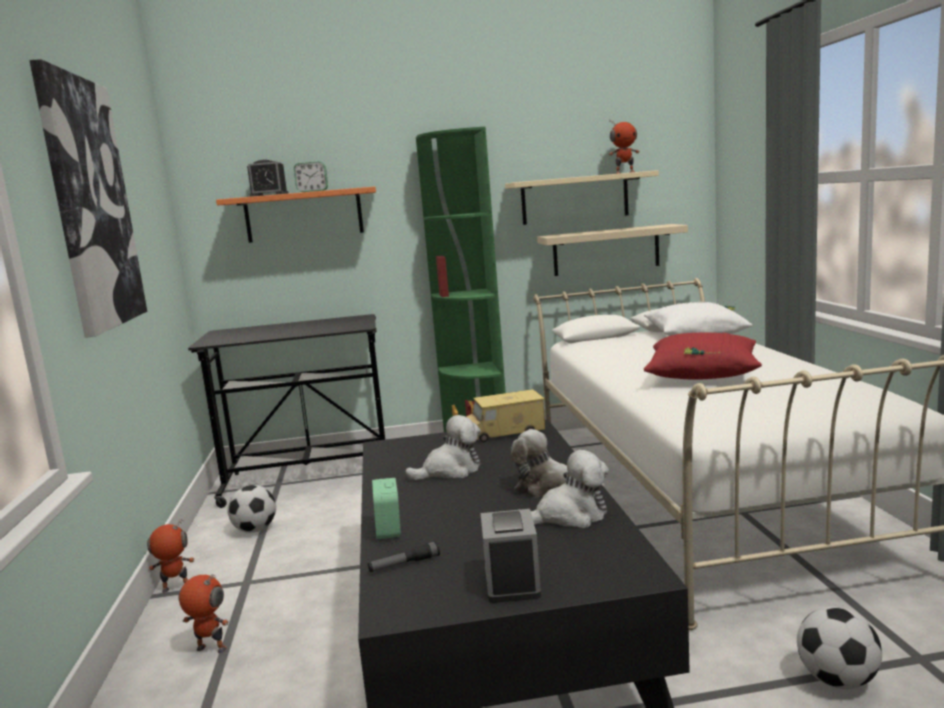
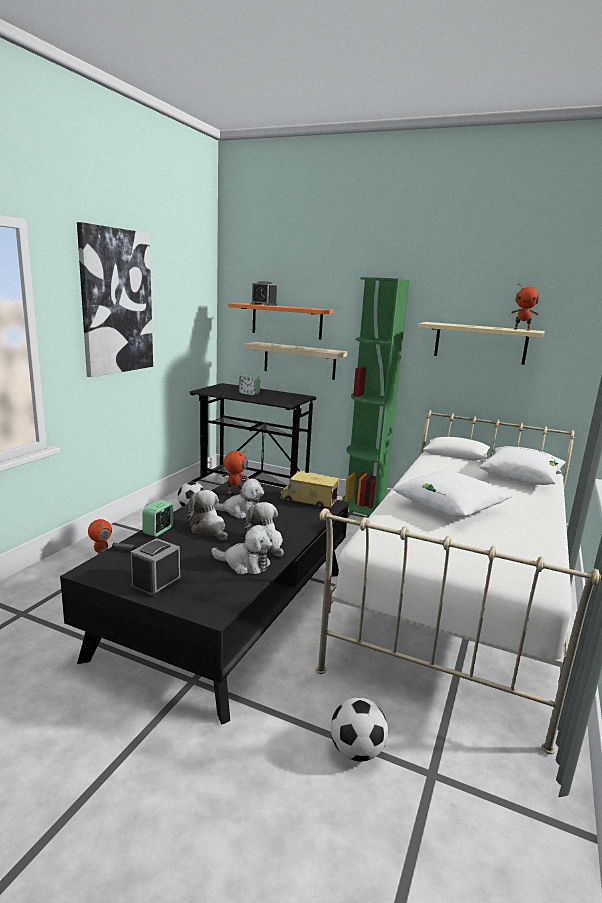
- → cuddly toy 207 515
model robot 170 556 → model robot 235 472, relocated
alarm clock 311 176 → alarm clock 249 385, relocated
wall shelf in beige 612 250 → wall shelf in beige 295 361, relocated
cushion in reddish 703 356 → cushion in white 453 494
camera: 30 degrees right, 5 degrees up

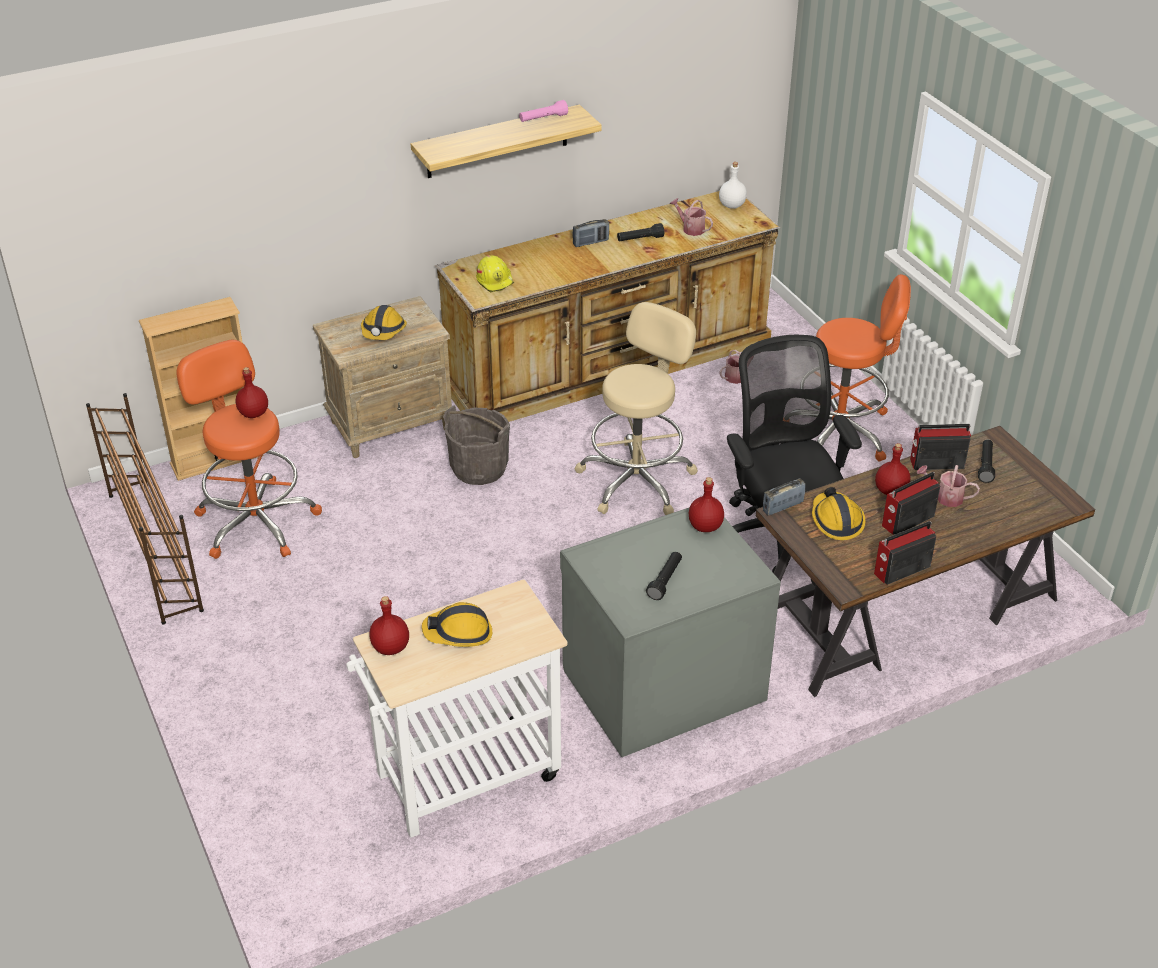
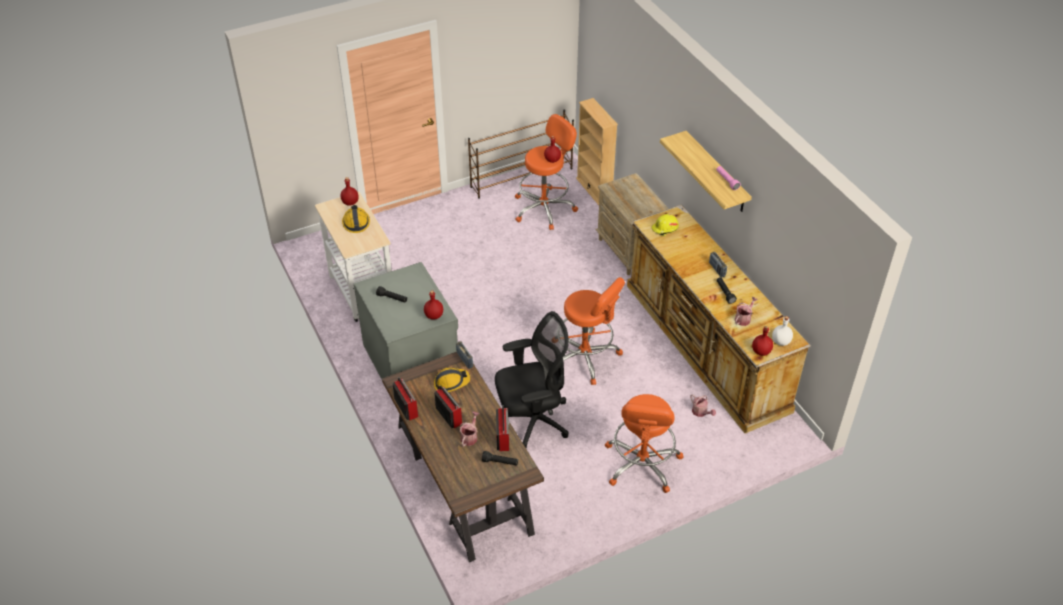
stool seat in beige 636 408 → stool seat in orange 594 331
beverage bottle in reddish 892 469 → beverage bottle in reddish 762 341, relocated
work helmet 384 322 → -
water bucket in greyish 476 445 → -
camera: 90 degrees right, 5 degrees up

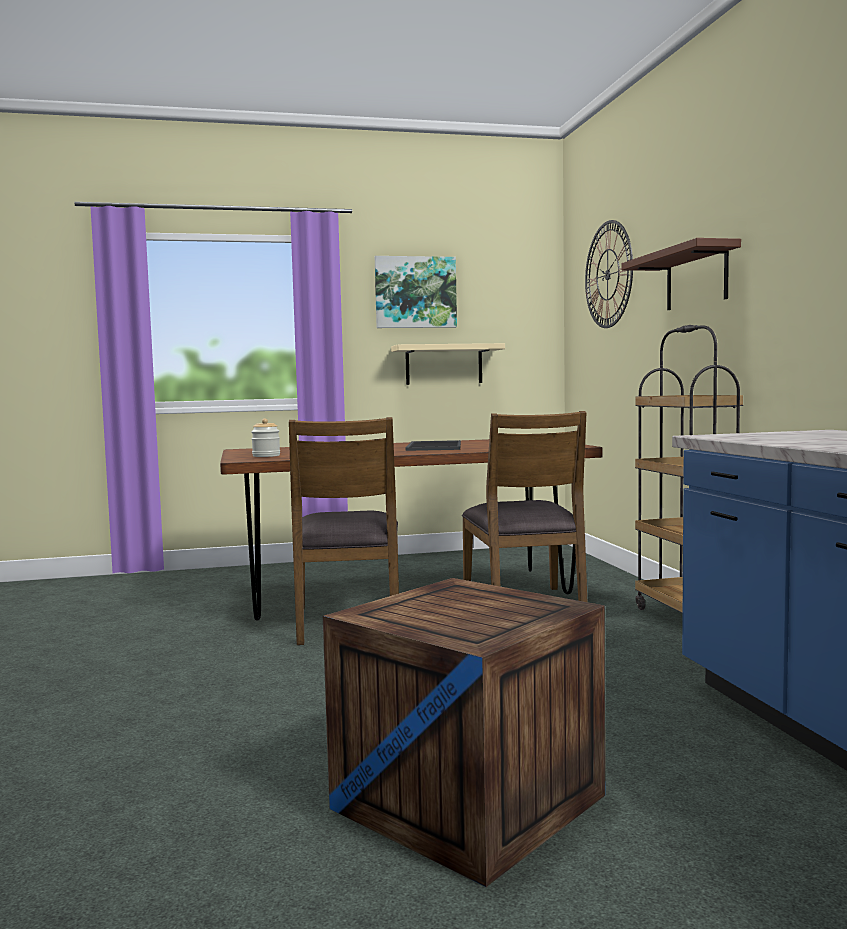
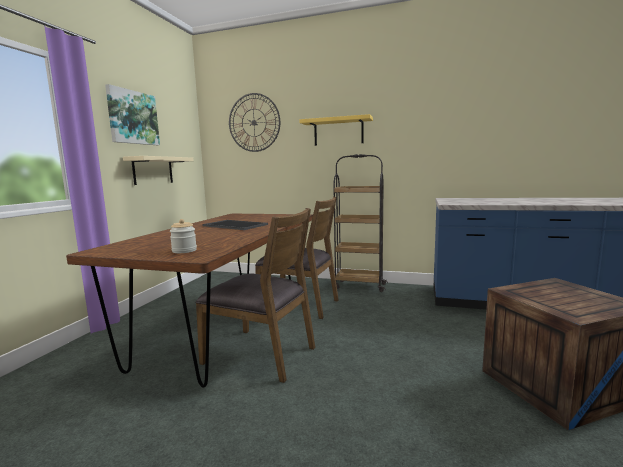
wall shelf in brownish 681 274 → wall shelf in yellowish 336 130
camera: 60 degrees left, 5 degrees up

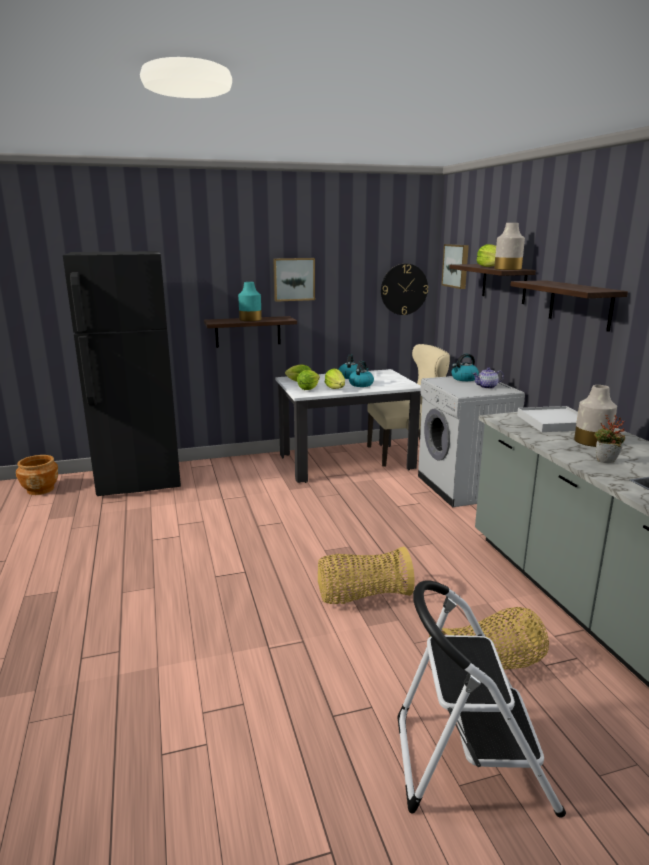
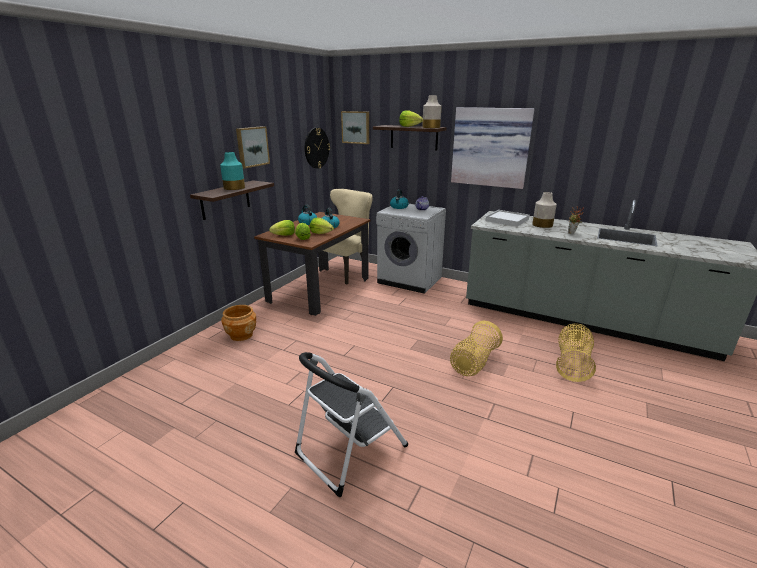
plant pot in brownish 37 475 → plant pot in brownish 238 323, relocated
kitchen table in white 348 426 → kitchen table in brownish 312 264
step ladder 481 699 → step ladder 351 424, relocated
wall shelf 569 306 → picture 493 148
refrigerator in black-coloured 122 373 → -
camera: 45 degrees left, 5 degrees up

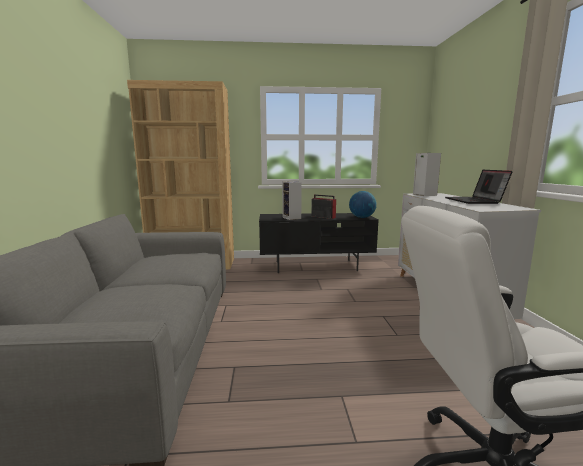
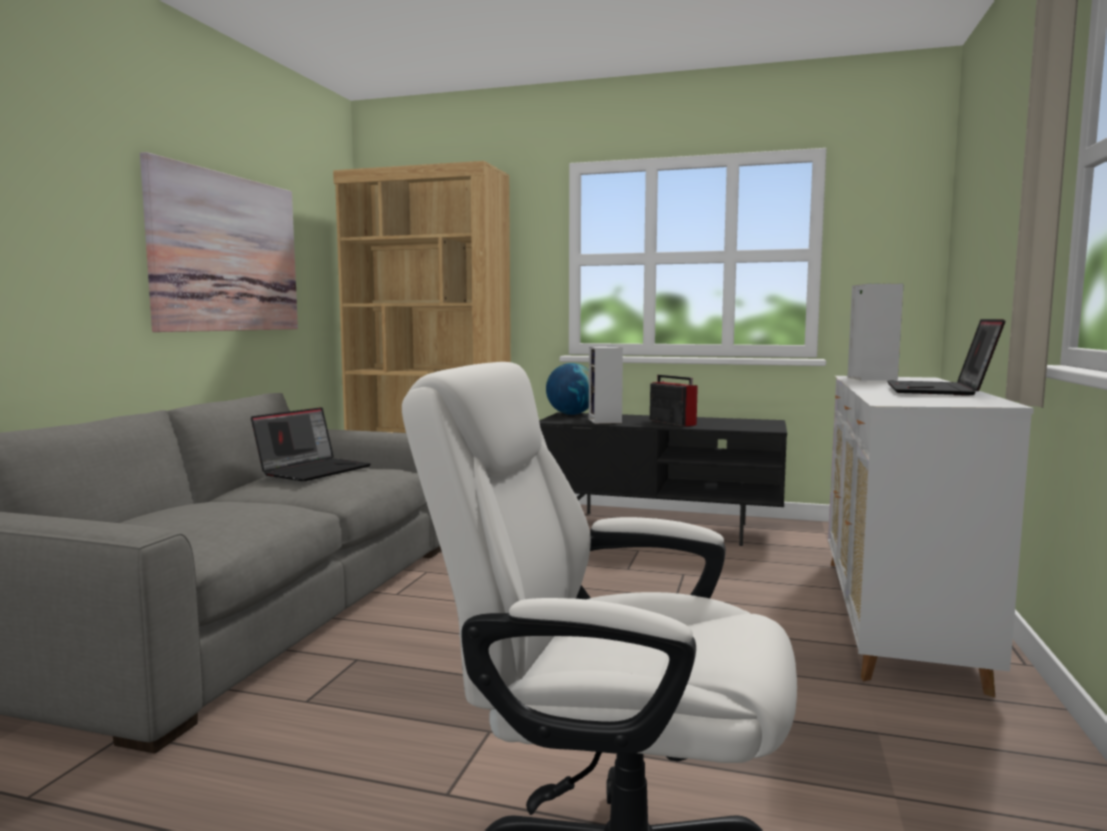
- → picture 219 242
- → notebook computer 311 444
globe 363 204 → globe 567 389, relocated
camera: 20 degrees right, 5 degrees down

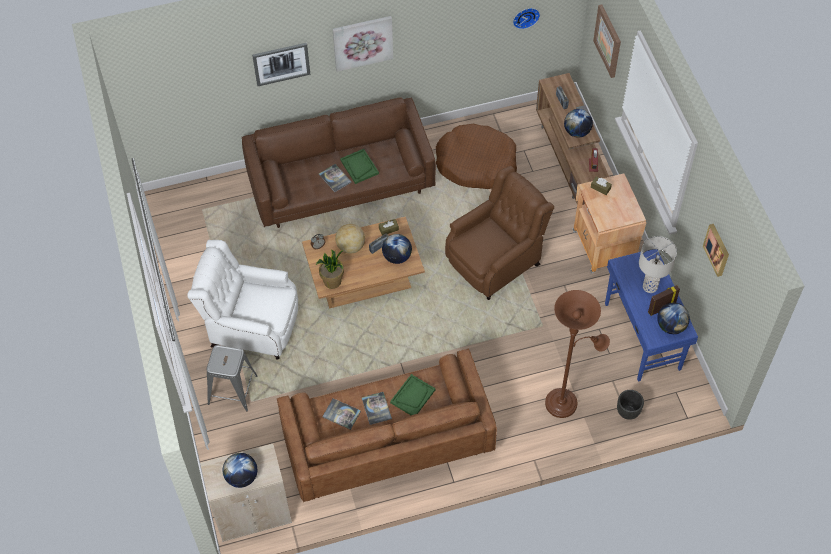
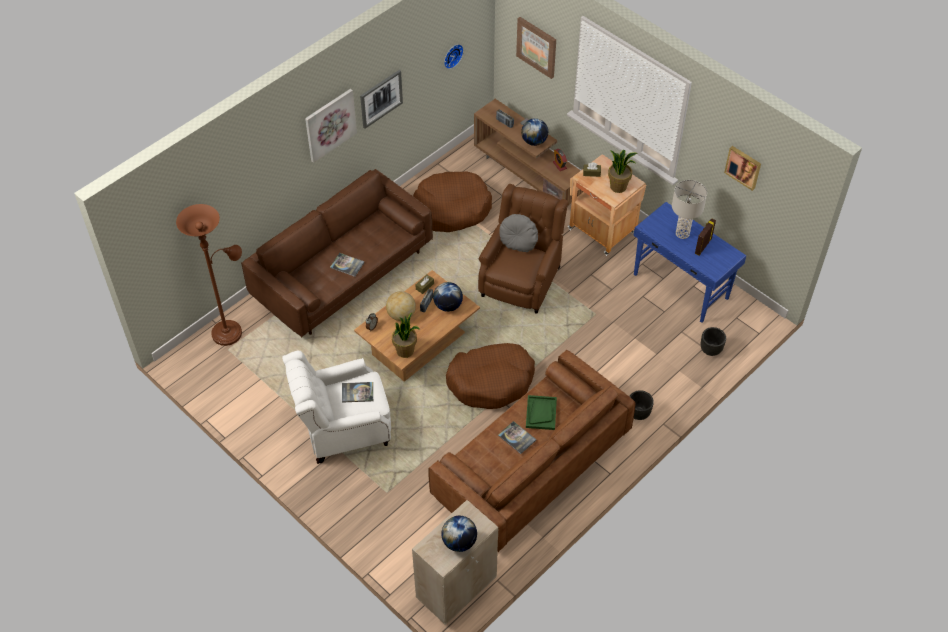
floor lamp in brownish 577 354 → floor lamp in brownish 209 275, relocated
volume 341 414 → volume 357 392, relocated
picture 281 64 → picture 381 99, relocated
- → dog bed in brownish 490 376
- → cushion in greyish 518 233
- → plant in a pot 622 171
- → plant pot in black-coloured 641 405
stool seat in greyish 232 378 → -
tray in green-coloured 359 166 → -
globe 673 318 → -
camera: 30 degrees left, 5 degrees down

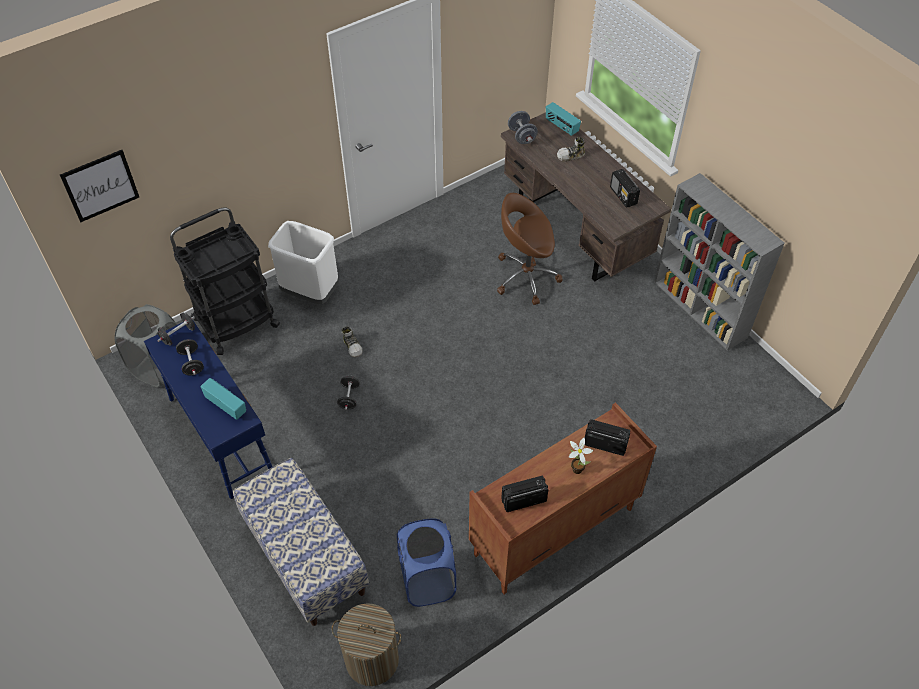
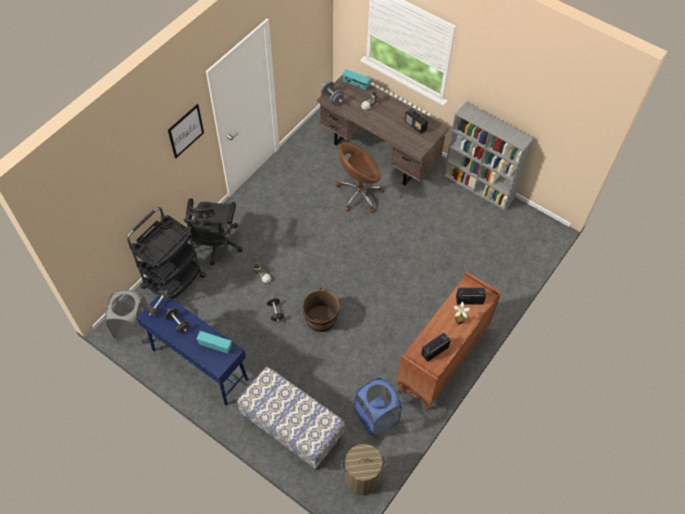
picture 99 186 → picture 186 131, relocated
waste bin in white 303 262 → desk chair 213 232
- → water bucket in brownish 320 309
camera: 20 degrees left, 5 degrees up

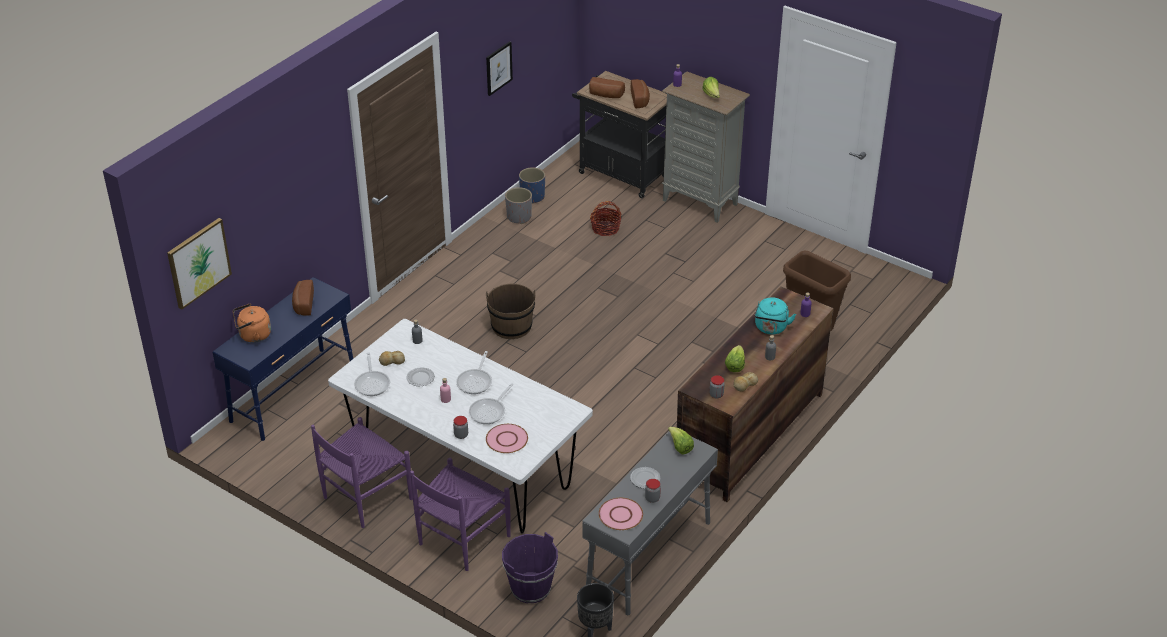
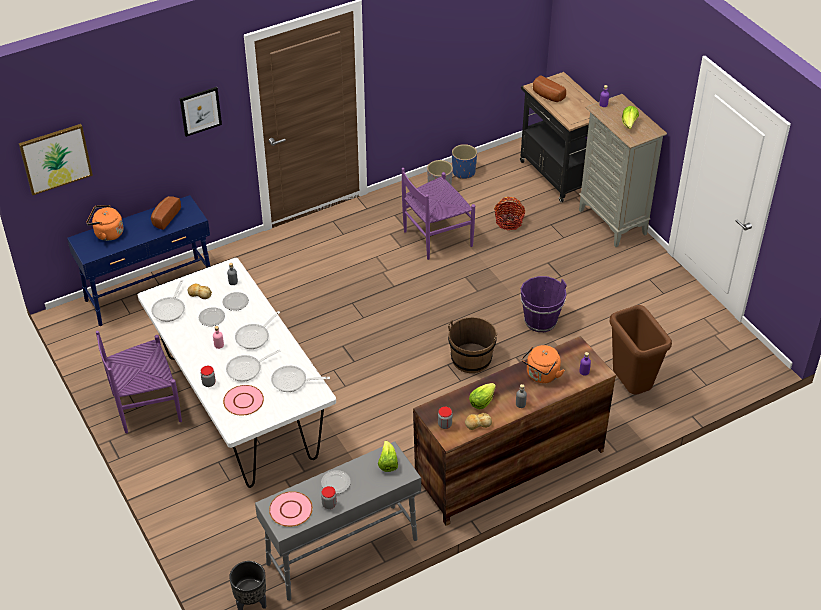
picture 499 68 → picture 201 112, relocated
- → plate 236 301
- → skillet 300 379
chair in purple 460 514 → chair in purple 438 214, relocated
water bucket in brownish 511 311 → water bucket in brownish 472 345, relocated
water bucket in purple 530 567 → water bucket in purple 544 304, relocated
water kettle in turquoise-coloured 775 316 → water kettle in orange 543 364
bakery bread 640 93 → -
camera: 25 degrees right, 5 degrees up

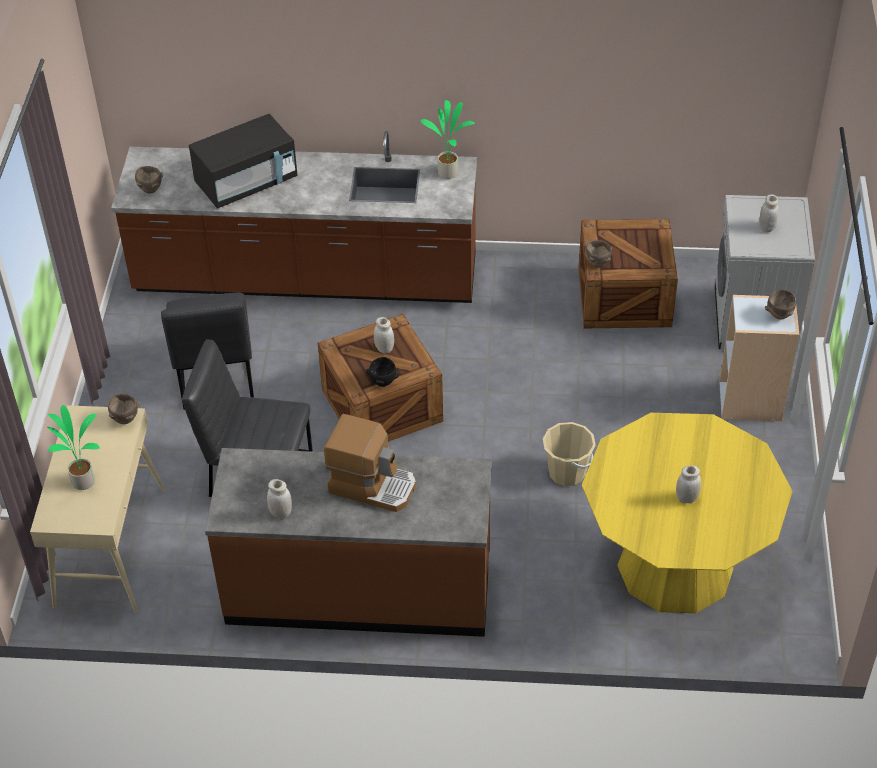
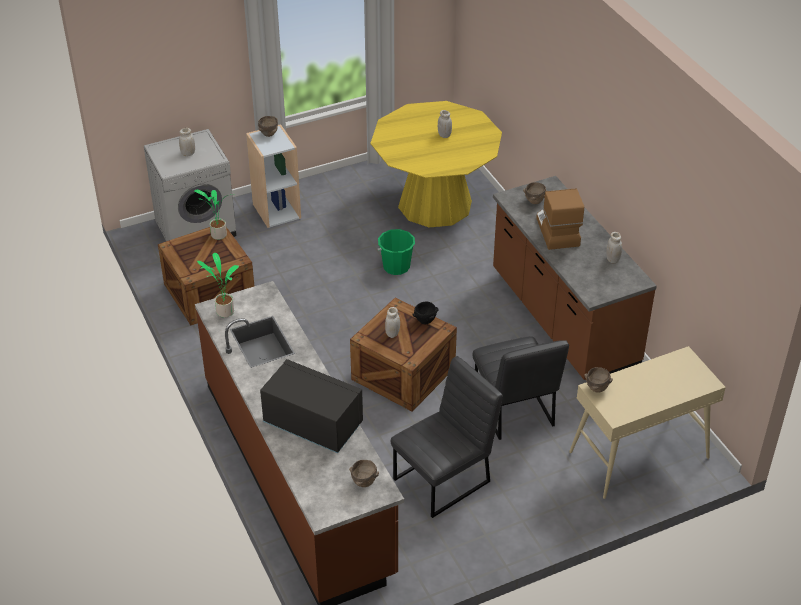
plant in a pot 73 447 → plant in a pot 212 215, relocated
water bucket in beige 569 454 → water bucket in green-coloured 396 252
serving bowl in brownish 598 253 → serving bowl in brownish 534 193, relocated
camera: 120 degrees left, 5 degrees down

